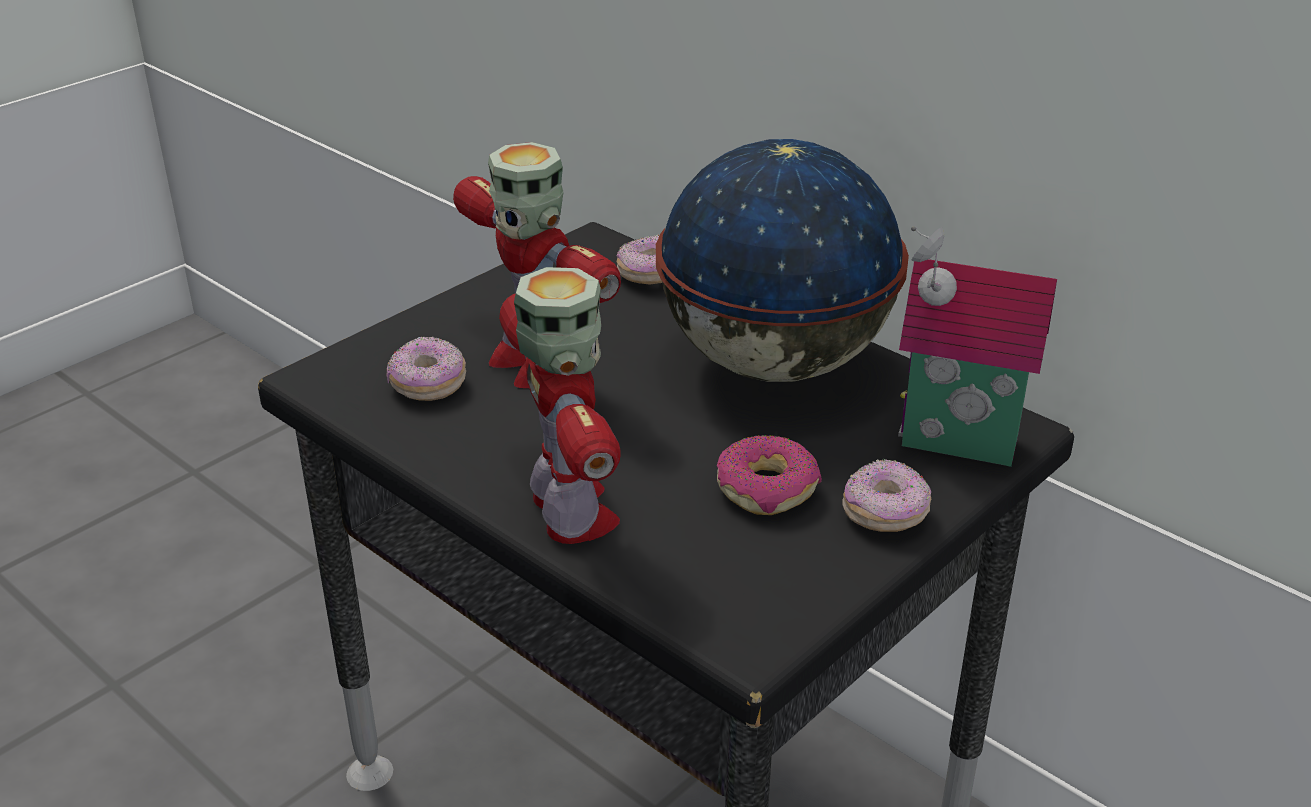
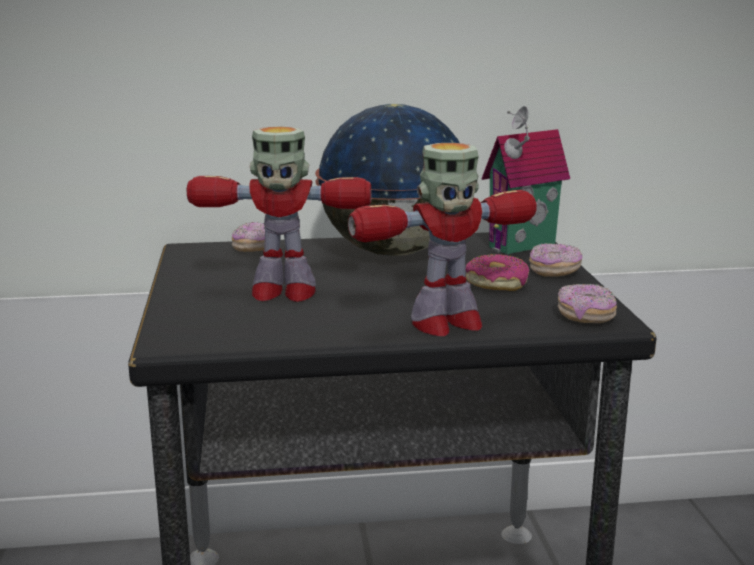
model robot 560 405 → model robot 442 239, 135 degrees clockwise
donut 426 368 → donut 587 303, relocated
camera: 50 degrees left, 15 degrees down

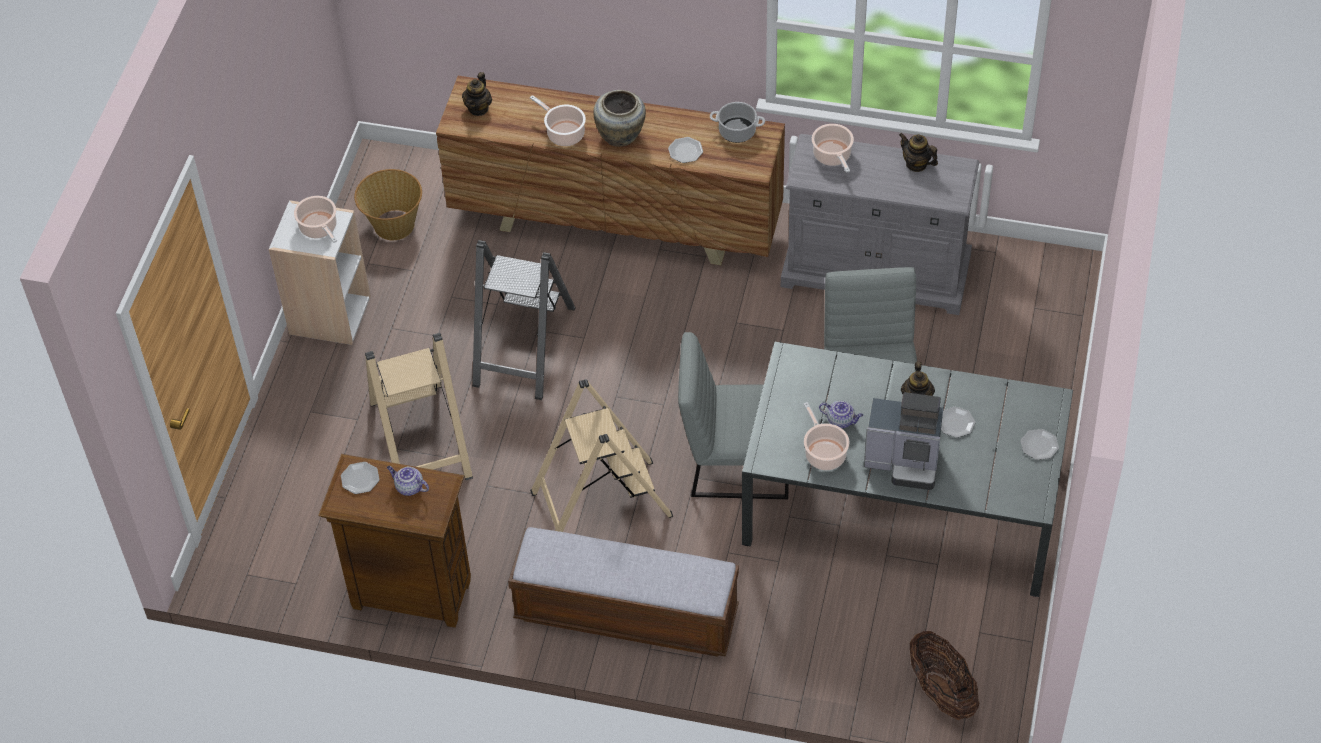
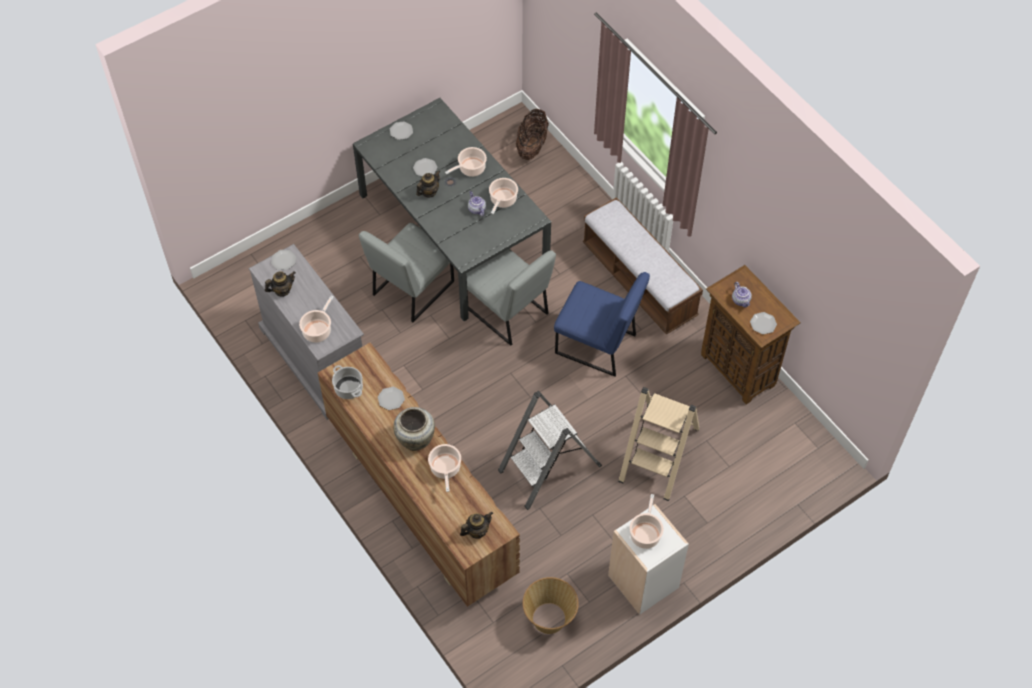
pot for tea 918 152 → pot for tea 280 284, 105 degrees counterclockwise
- → plate 283 260
coffee brewer 903 441 → cooking pot 466 162
step ladder in beige 601 455 → chair in blue 602 324
camera: 140 degrees left, 5 degrees up

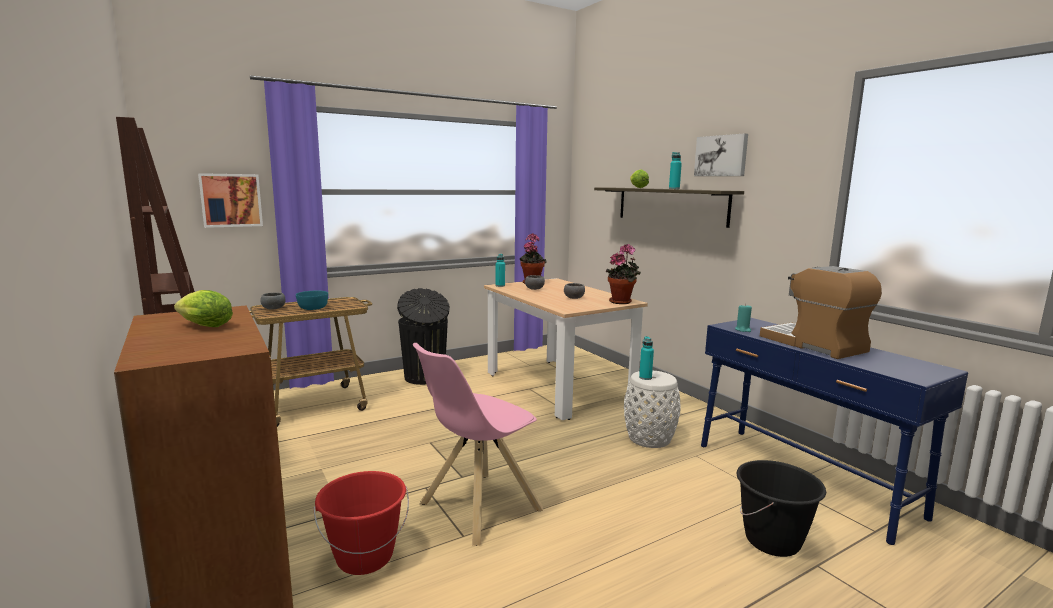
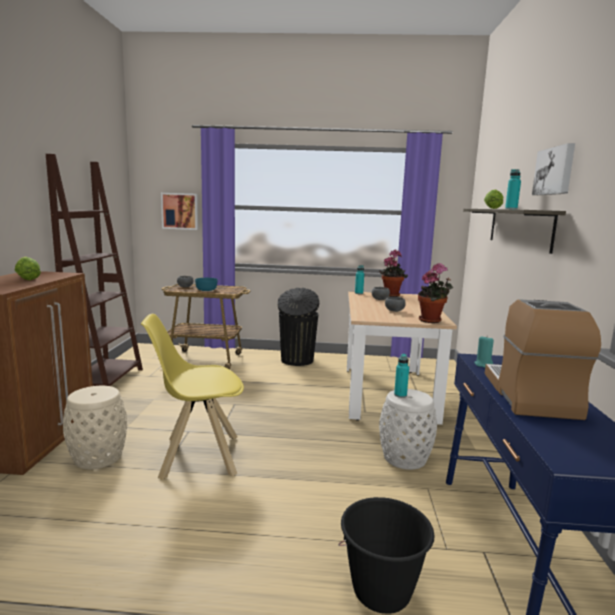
water bucket in reddish 361 523 → stool seat in beige 95 428
chair in pink 478 444 → chair in yellowish 192 397
camera: 35 degrees right, 0 degrees up

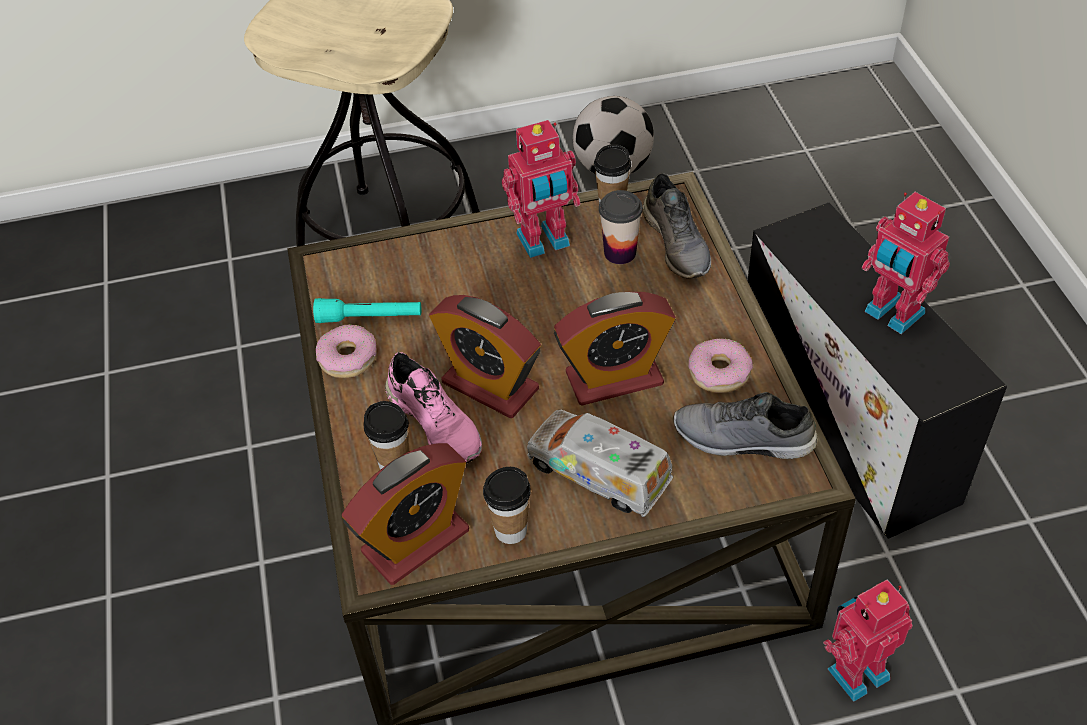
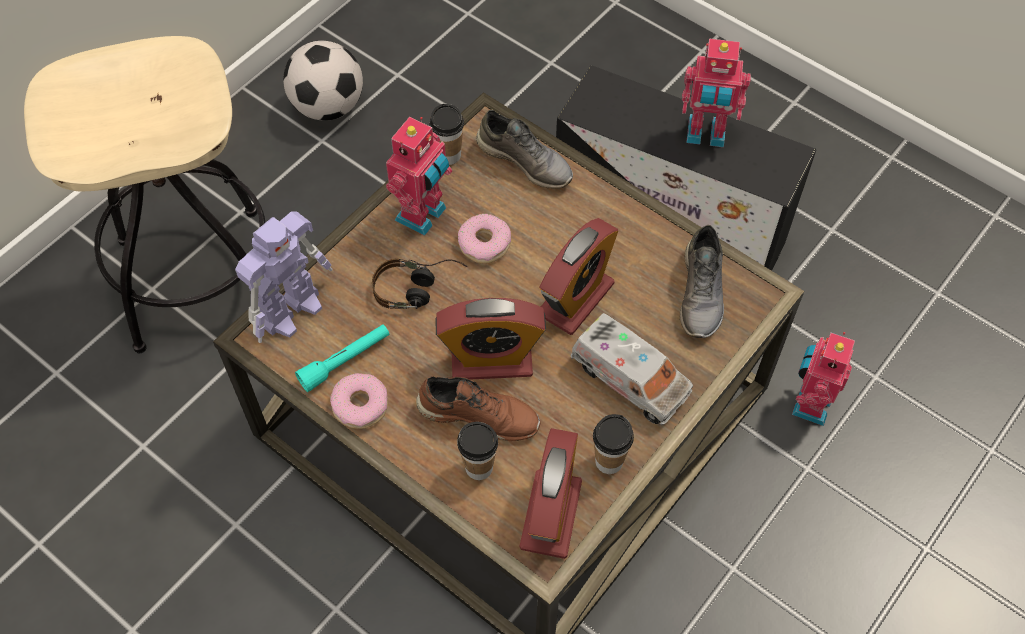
- → model robot 283 277
- → headphones 419 283
item of footwear in pink 433 408 → item of footwear in brownish 478 408
donut 721 365 → donut 484 238, relocated
toy truck 600 463 → toy truck 631 369, 135 degrees counterclockwise
item of footwear in greyish 745 425 → item of footwear in greyish 702 281, 60 degrees counterclockwise
small cup 621 227 → -
camera: 40 degrees left, 10 degrees up

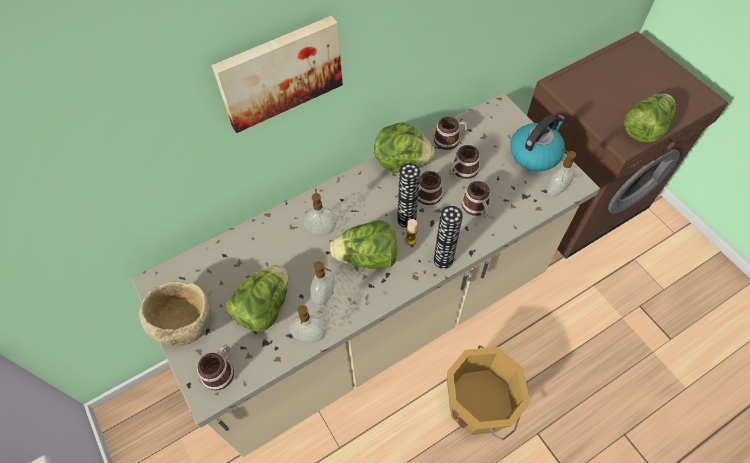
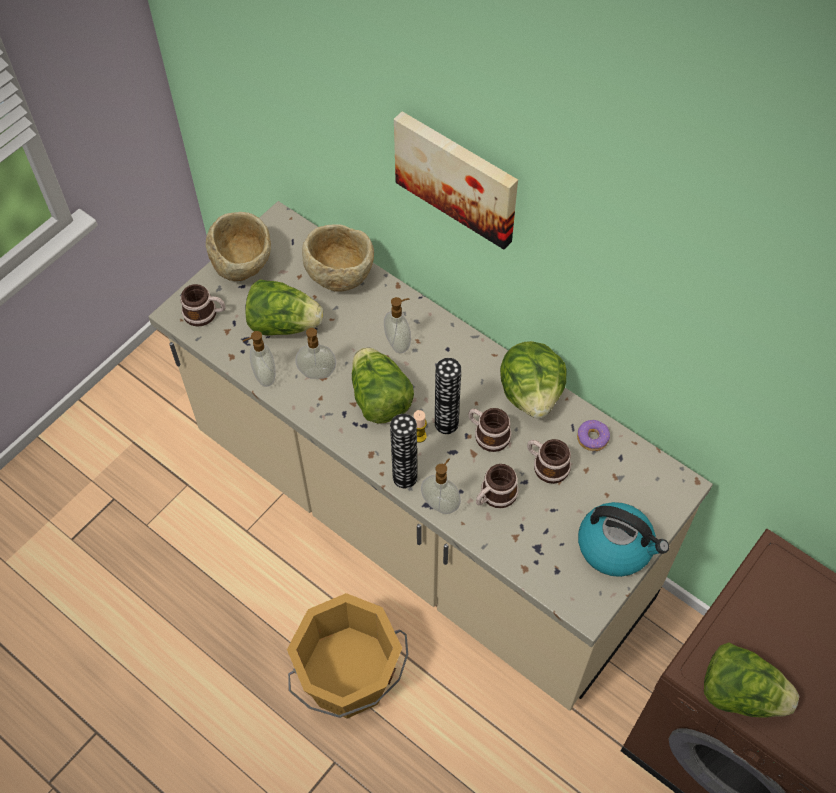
- → serving bowl in beige 338 258
liquid soap bottle 561 173 → liquid soap bottle 441 486, relocated
tea mug 451 133 → donut 593 435
camera: 70 degrees right, 0 degrees up

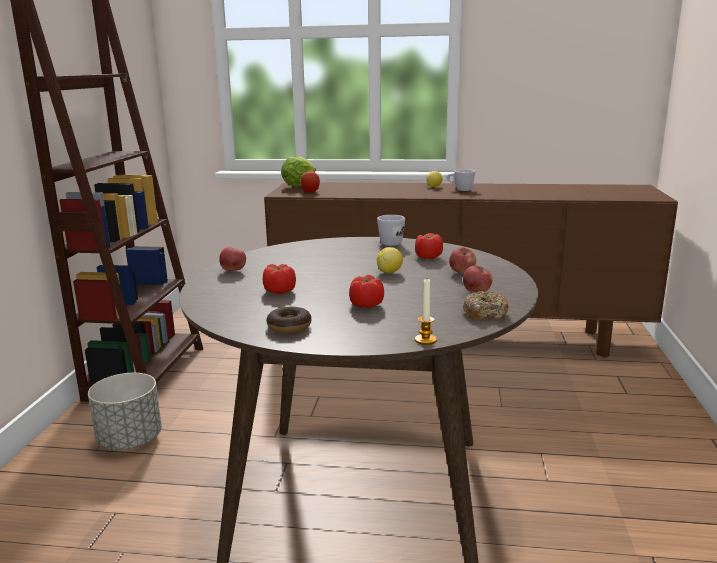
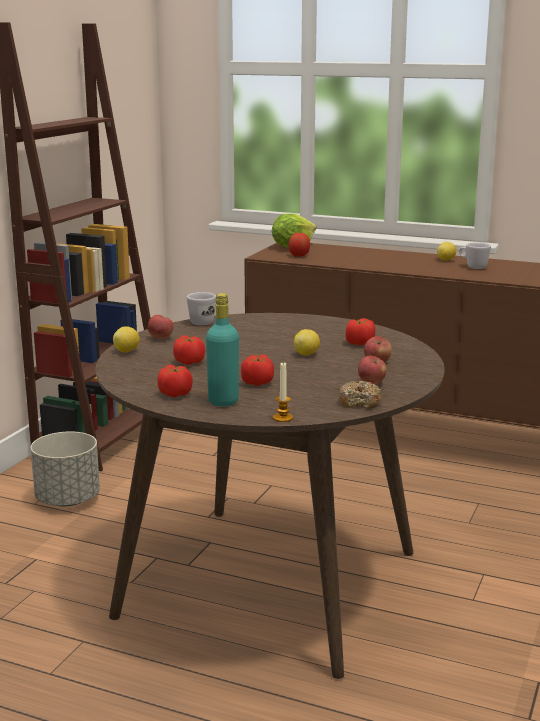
- → lemon 126 339
donut 289 320 → tomato 175 380
tea mug in white 391 230 → tea mug in white 201 308, relocated
- → beverage bottle in turquoise-coloured 222 349
camera: 15 degrees right, 0 degrees up

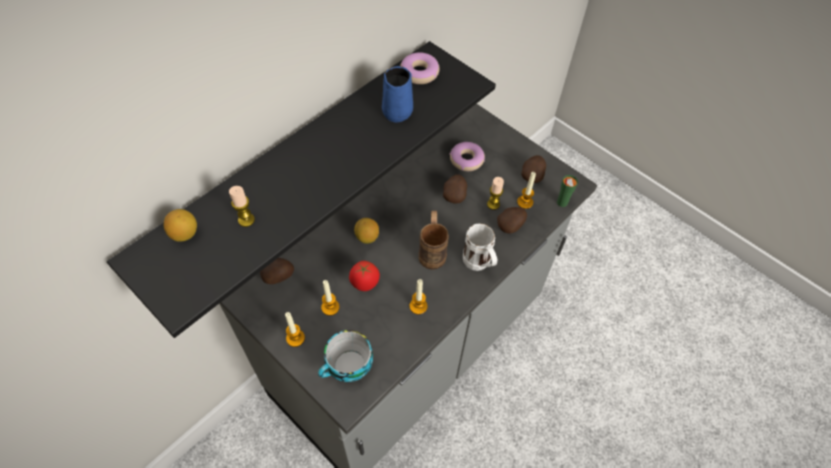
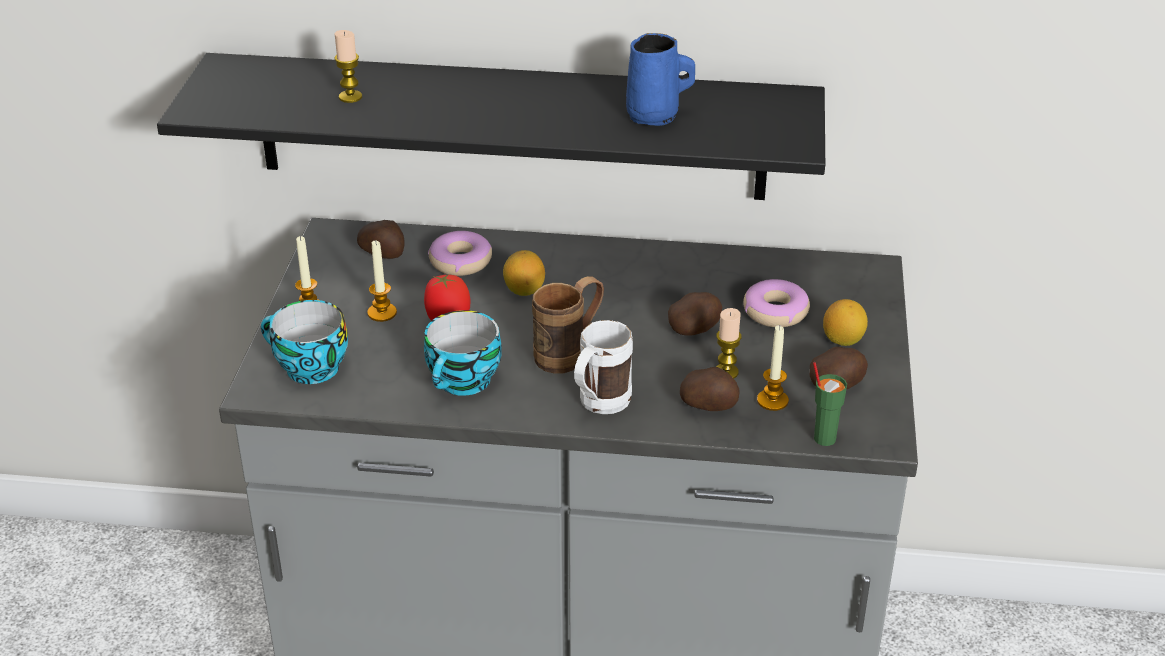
wax light 419 296 → small cup 463 353
donut 420 68 → donut 460 253, relocated
lemon 180 225 → lemon 845 322, relocated
camera: 55 degrees right, 20 degrees down

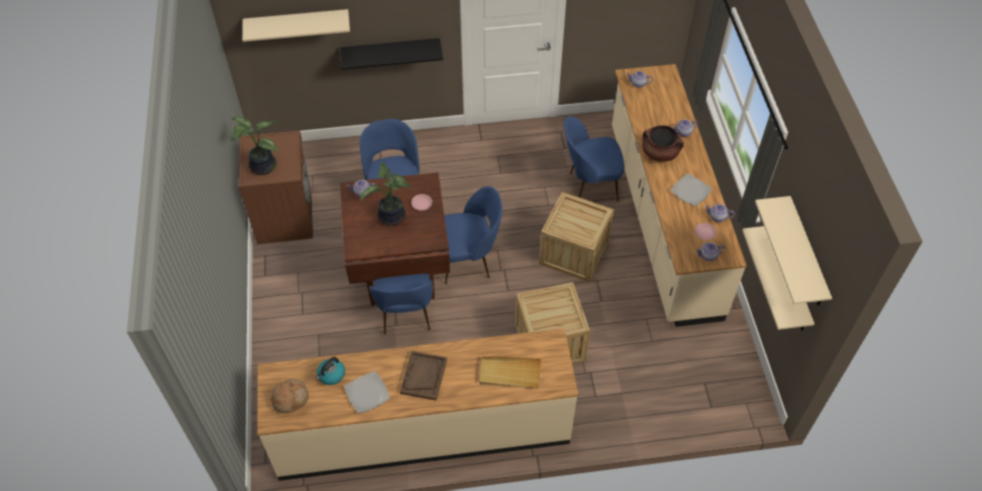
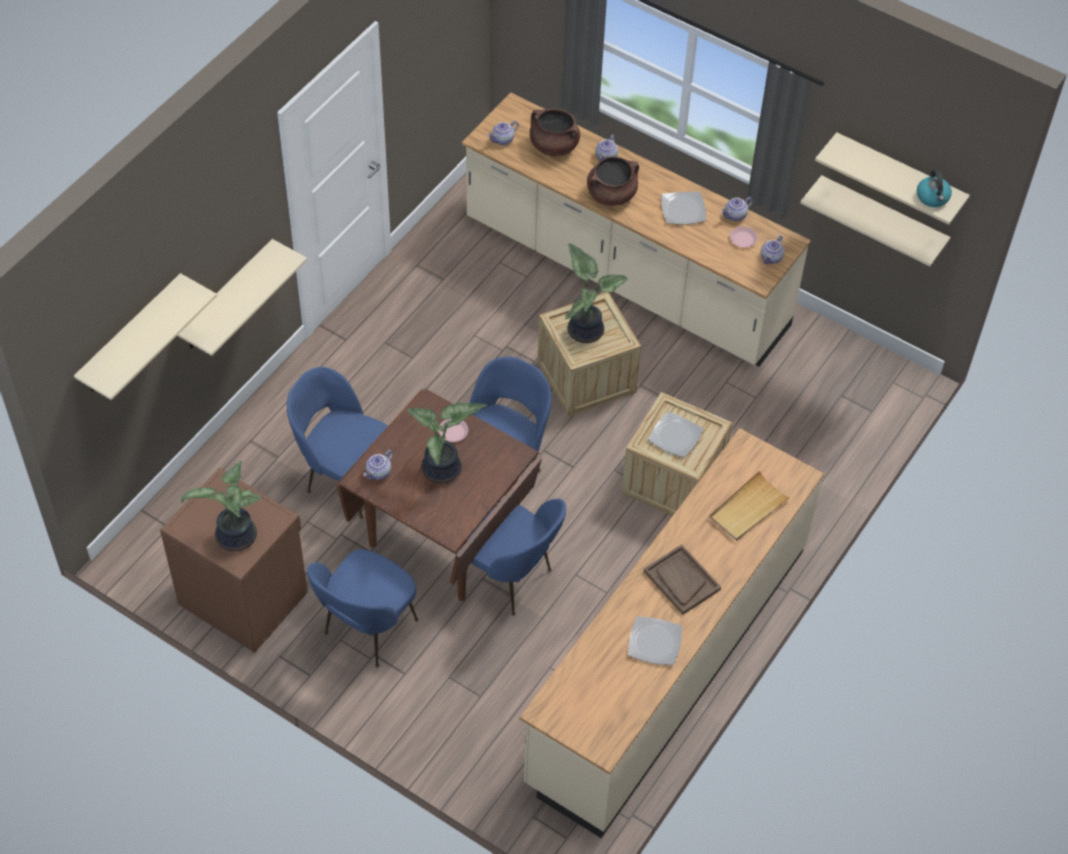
wall shelf in black-coloured 391 54 → wall shelf in beige 242 297
chair in blue 594 159 → chair in blue 362 608, relocated
- → cooking pot in brownish 555 132
- → plant in a pot 596 293
- → plate 676 434
water kettle 330 371 → water kettle 934 188, relocated
bakery bread 290 396 → -
camera: 50 degrees left, 0 degrees up

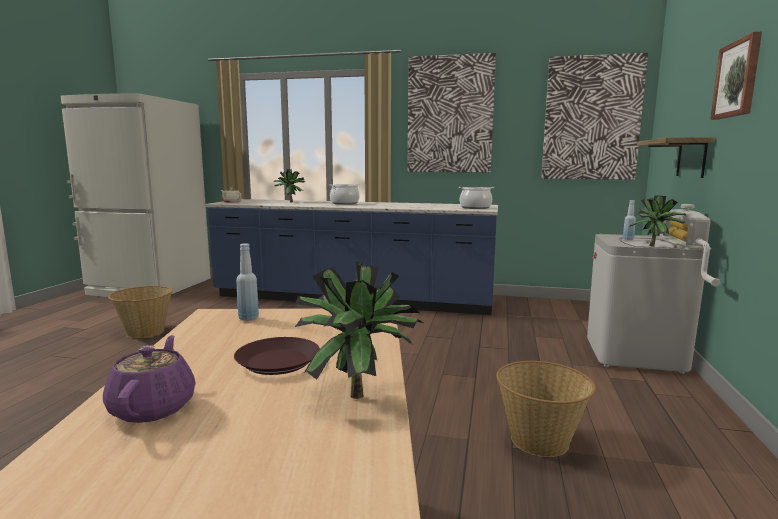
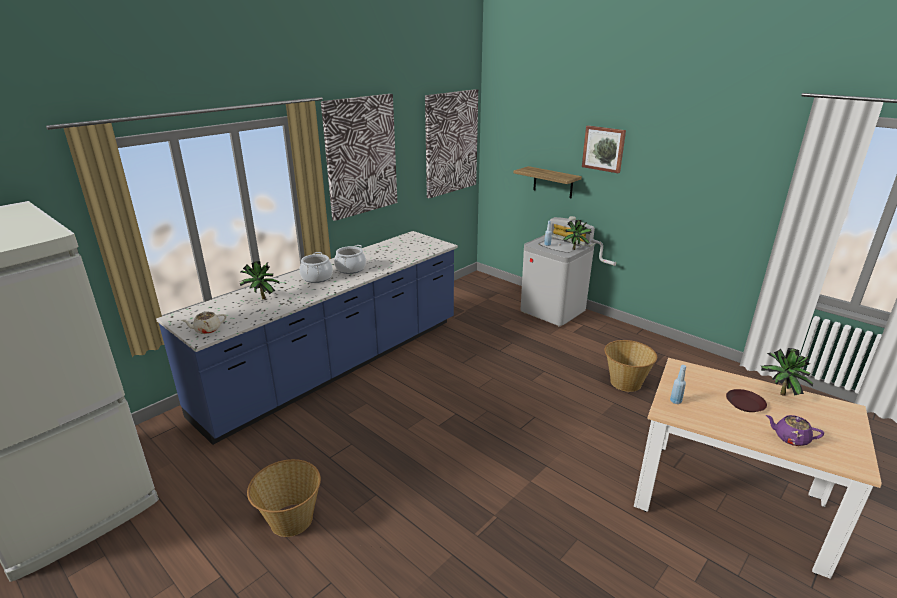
cooking pot 476 198 → cooking pot 350 259, relocated
camera: 60 degrees left, 15 degrees up

